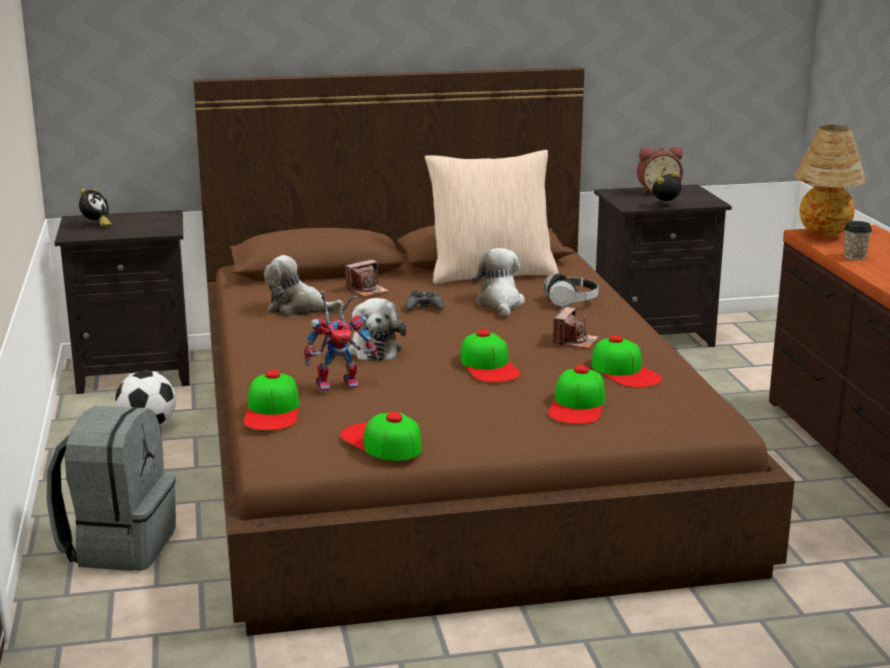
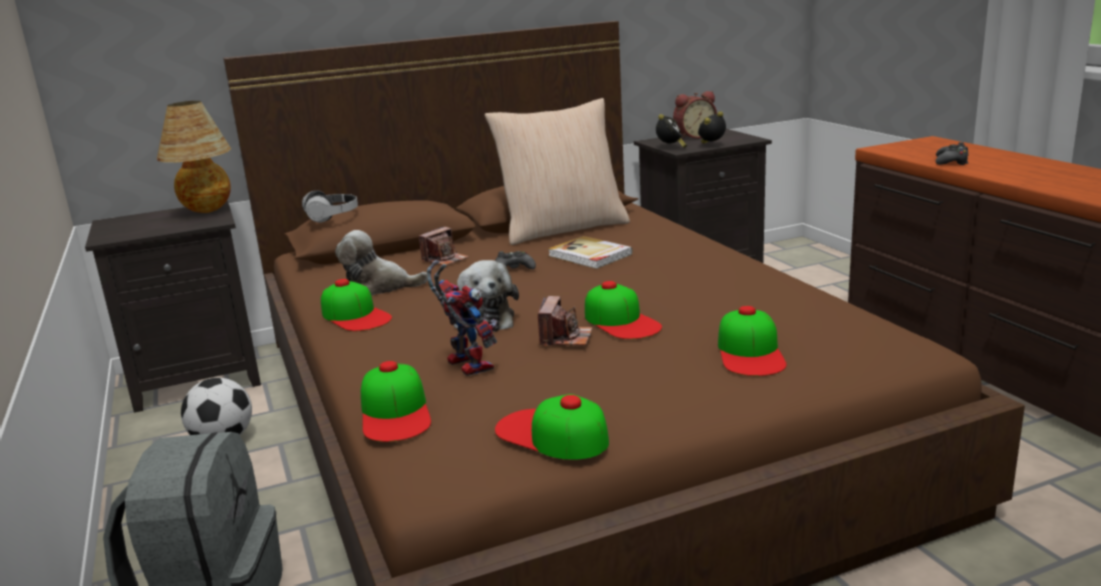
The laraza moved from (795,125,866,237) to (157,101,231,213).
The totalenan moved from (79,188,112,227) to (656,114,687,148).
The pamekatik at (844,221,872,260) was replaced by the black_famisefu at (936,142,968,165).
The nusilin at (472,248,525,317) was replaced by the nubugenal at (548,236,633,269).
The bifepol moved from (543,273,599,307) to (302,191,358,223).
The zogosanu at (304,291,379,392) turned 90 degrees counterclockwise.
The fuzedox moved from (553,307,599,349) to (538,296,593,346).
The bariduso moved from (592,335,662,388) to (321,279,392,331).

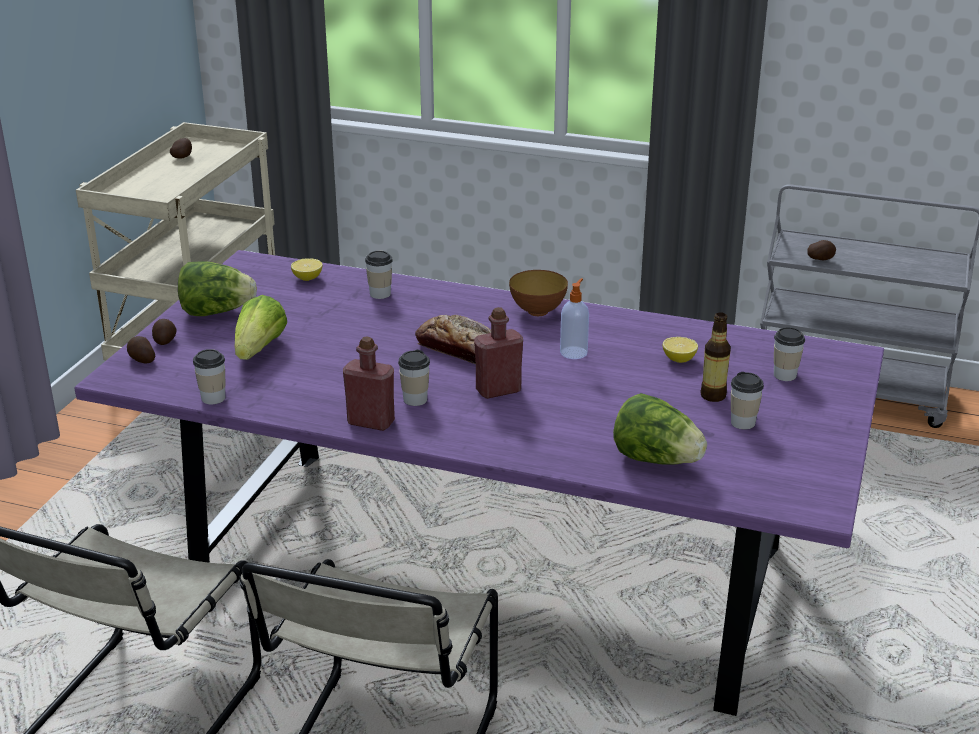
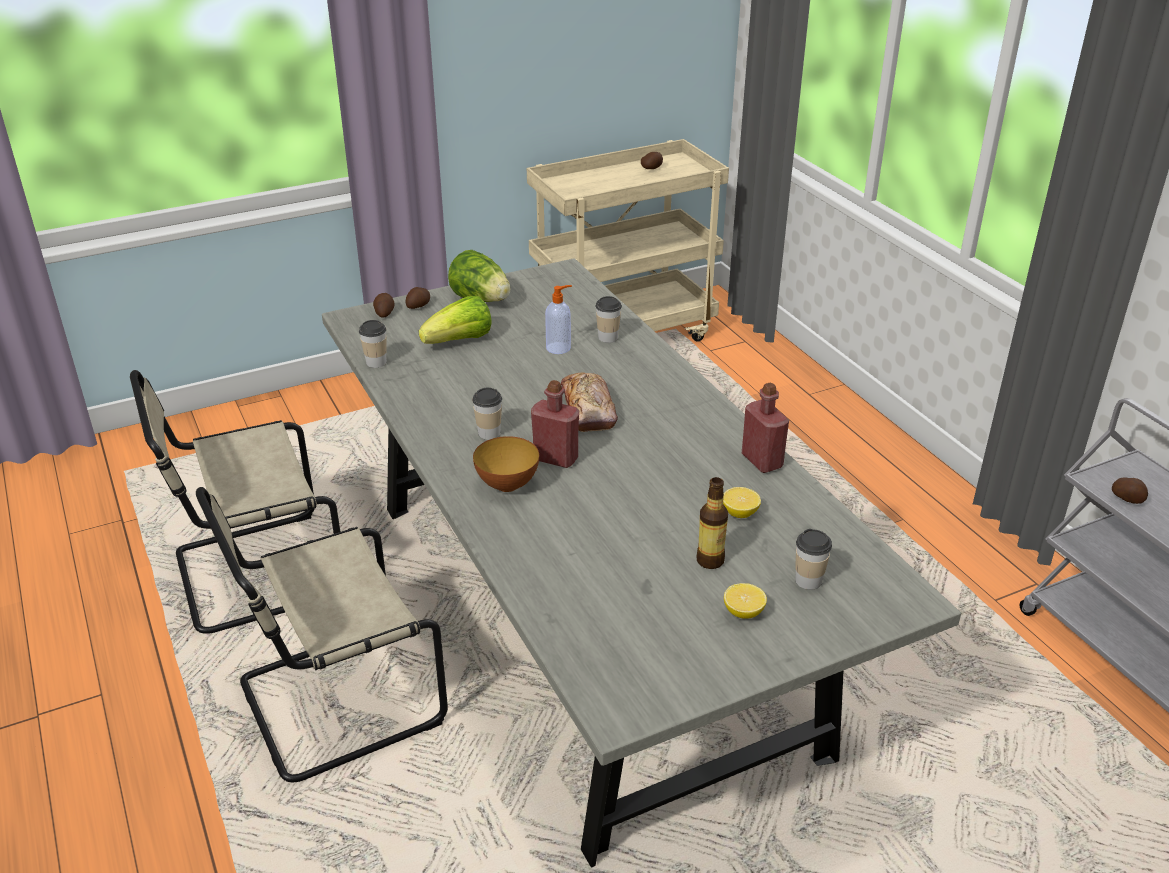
The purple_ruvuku at (74,250,884,716) became the grey_ruvuku at (322,258,961,868).
The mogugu moved from (291,258,323,281) to (724,583,767,619).
The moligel moved from (509,270,568,316) to (473,436,539,492).
The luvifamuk moved from (560,278,589,359) to (545,285,572,354).
The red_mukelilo moved from (343,337,395,431) to (742,383,789,473).
The pamekatik at (731,372,764,429) disappeared.
The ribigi at (613,393,707,465) disappeared.

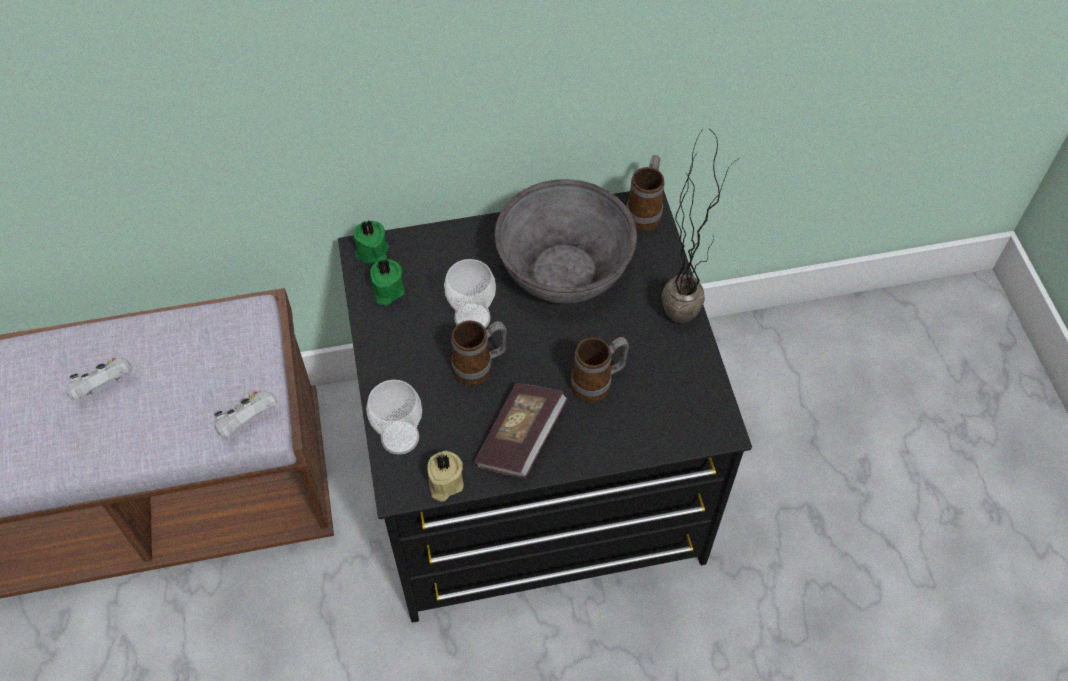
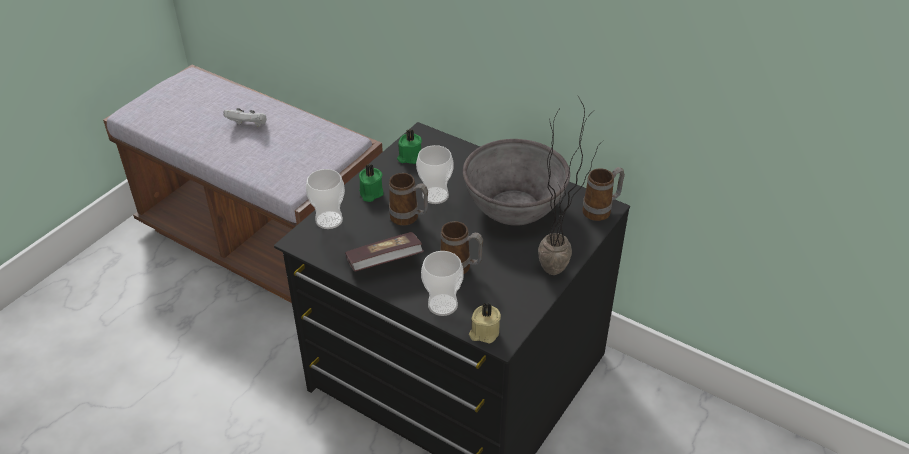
The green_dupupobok moved from (353,220,389,265) to (359,164,384,202).
The white_famisefu at (214,391,278,438) disappeared.
The beige_dupupobok moved from (427,451,464,502) to (469,302,501,343).
The pamekatik at (421,251,464,316) appeared.

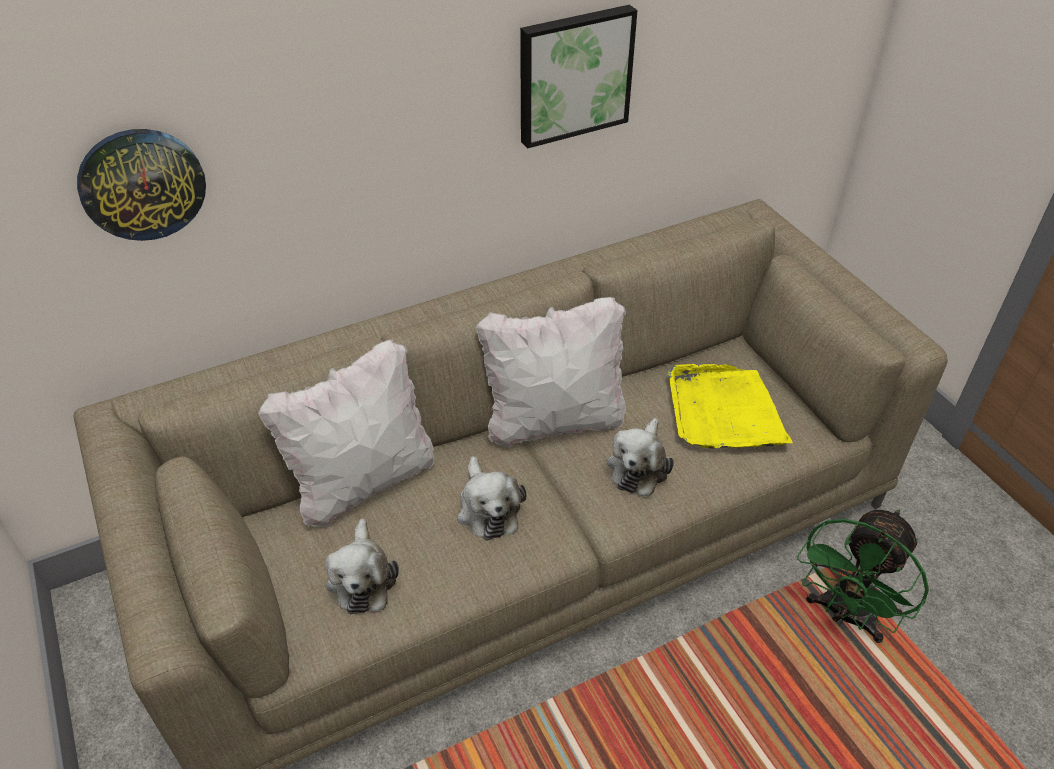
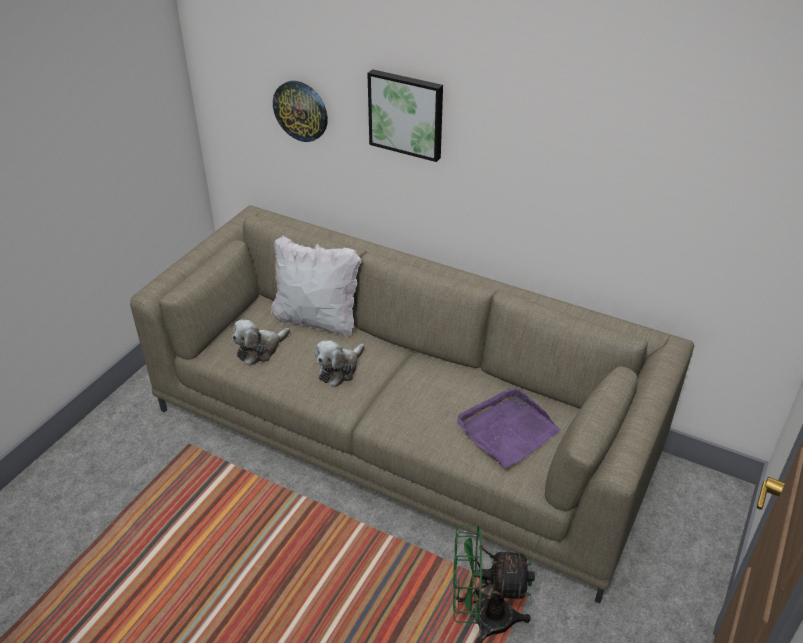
The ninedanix moved from (520,5,637,149) to (367,69,443,162).
The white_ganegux at (476,297,626,448) disappeared.
The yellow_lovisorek at (668,364,793,449) became the purple_lovisorek at (457,388,561,468).
The nusilin at (607,418,674,497) disappeared.

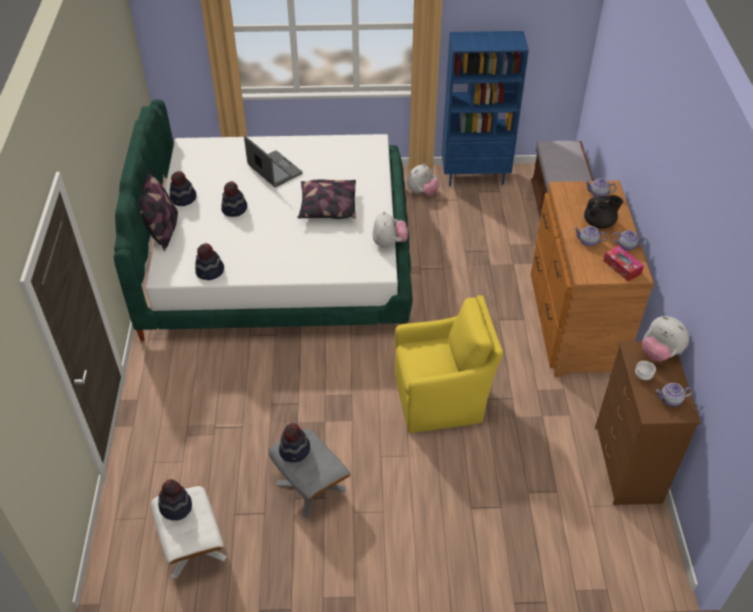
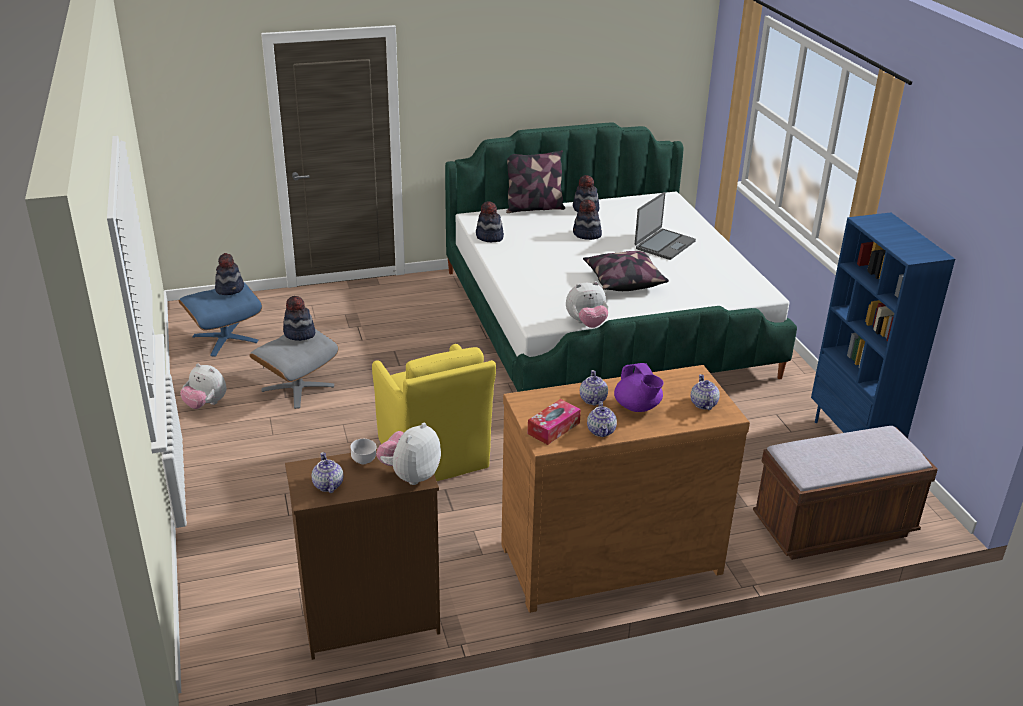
The nusilin moved from (407,163,439,196) to (180,363,226,409).
The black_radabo at (584,195,623,229) became the purple_radabo at (614,363,663,412).
The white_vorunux at (151,485,227,579) became the blue_vorunux at (178,282,262,357).

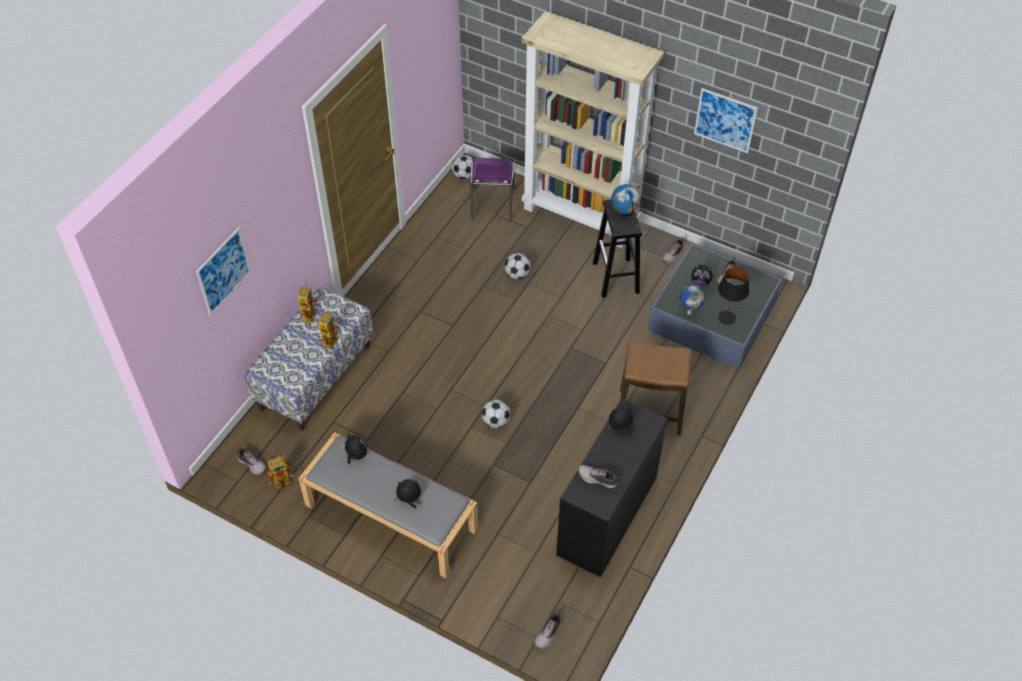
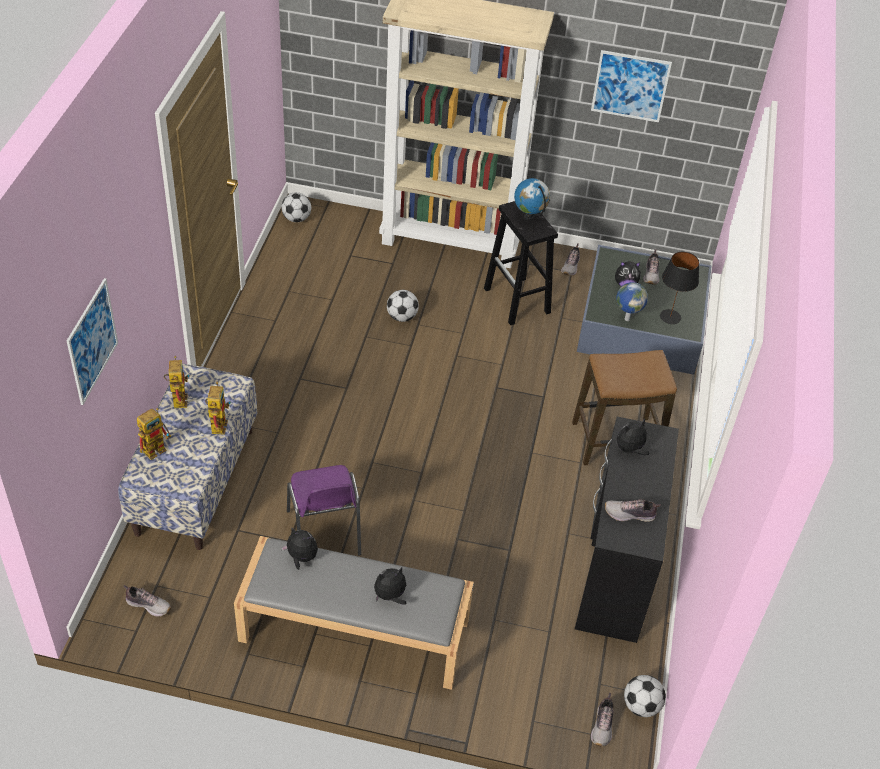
The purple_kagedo moved from (470,158,515,221) to (287,465,361,555).
The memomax moved from (482,399,510,428) to (624,675,666,717).
The zogosanu moved from (267,456,295,491) to (137,408,171,460).

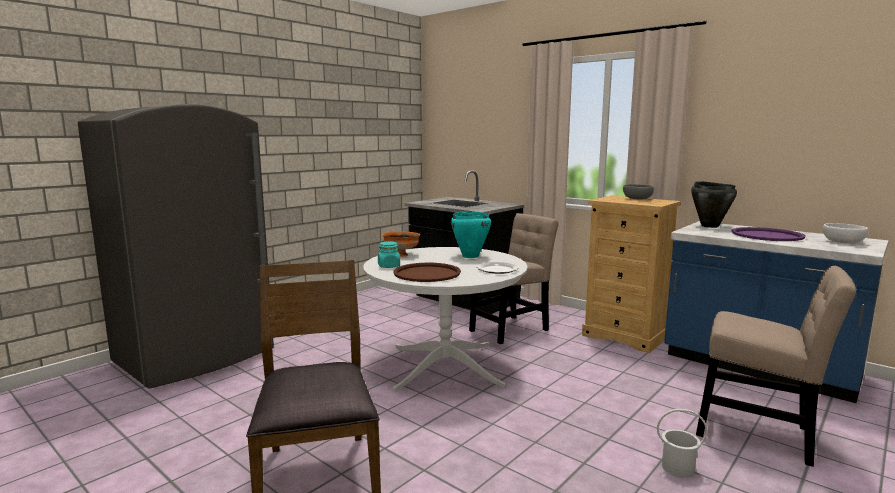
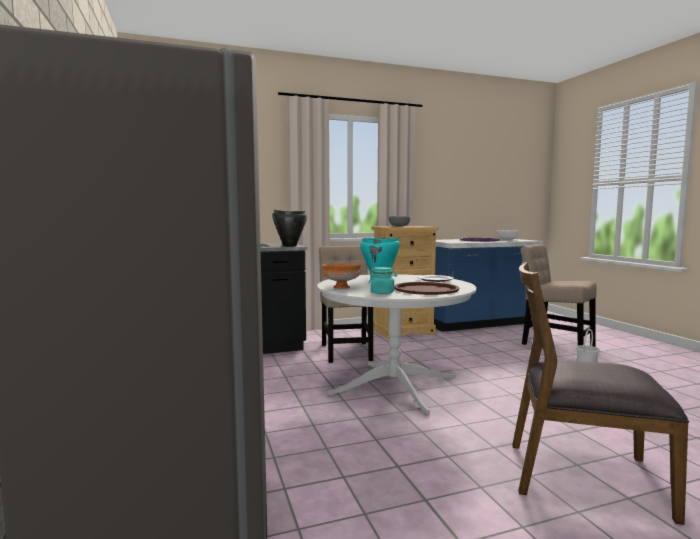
The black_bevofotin moved from (691,181,737,228) to (272,210,307,247).
The beige_kagedo at (696,265,856,467) turned 105 degrees counterclockwise.

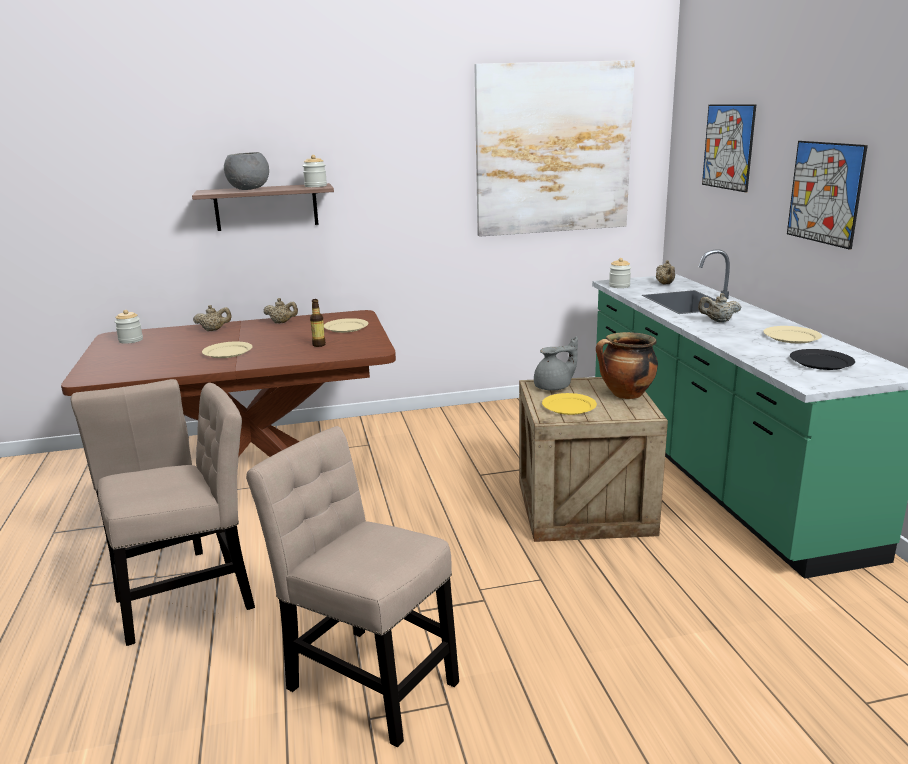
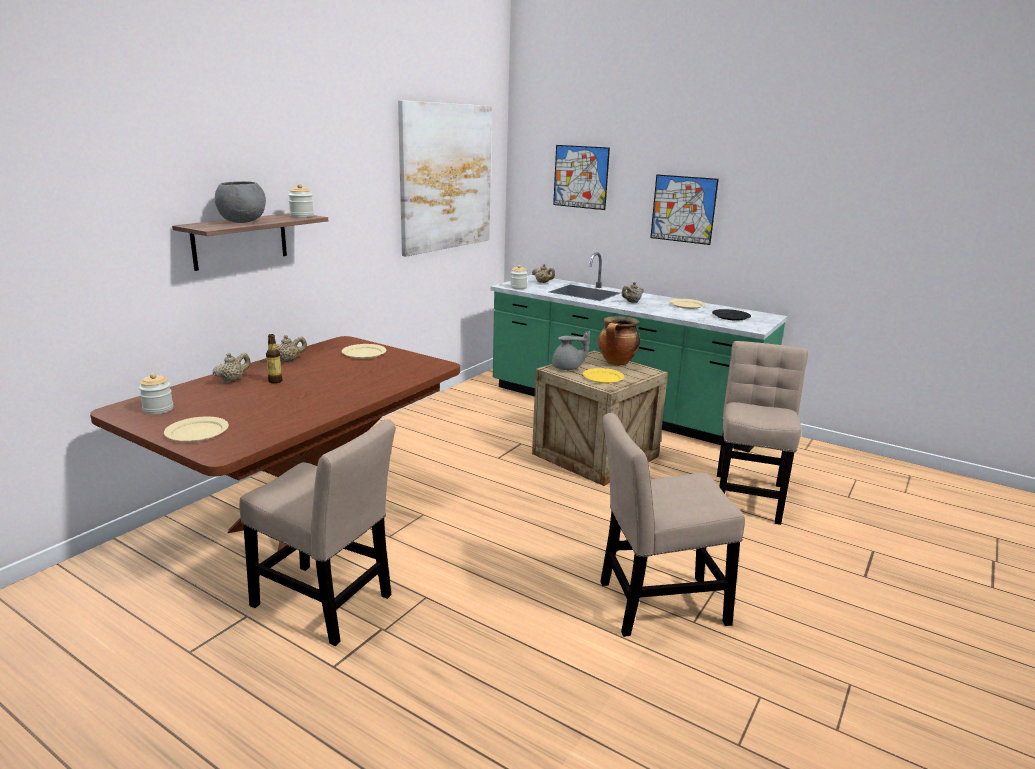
The mukelilo moved from (310,299,326,347) to (266,334,282,383).
The grey_radabo at (534,336,578,391) turned 60 degrees clockwise.
The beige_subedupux moved from (202,342,253,358) to (164,417,229,442).
The beige_kagedo moved from (98,383,255,646) to (717,341,808,525).

